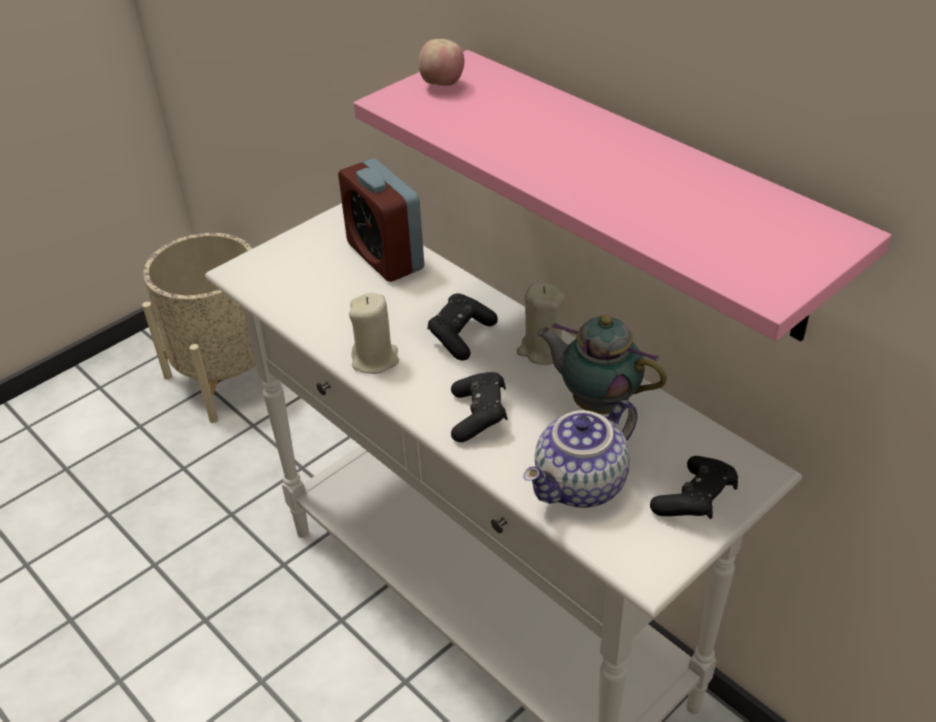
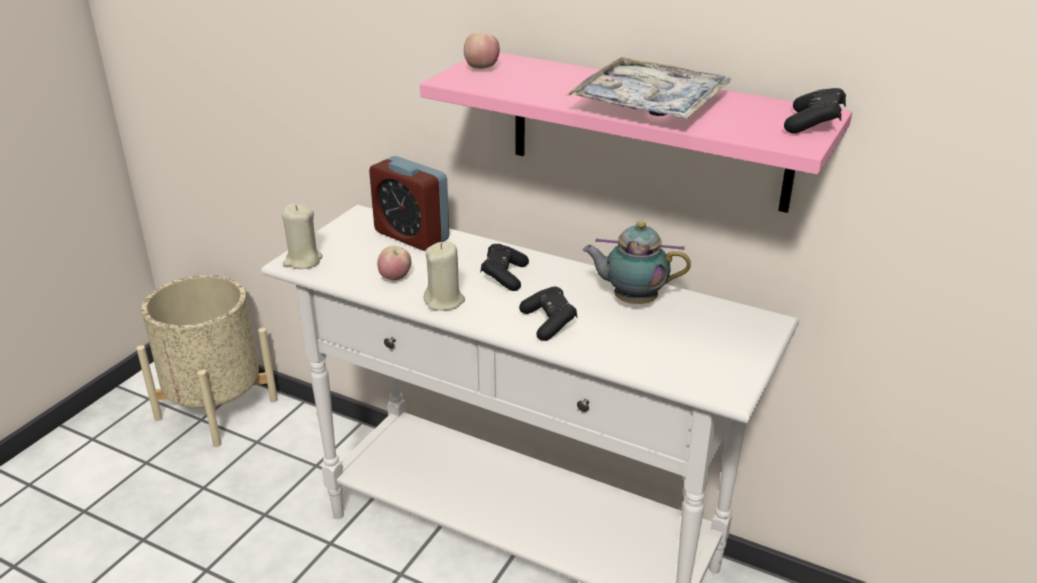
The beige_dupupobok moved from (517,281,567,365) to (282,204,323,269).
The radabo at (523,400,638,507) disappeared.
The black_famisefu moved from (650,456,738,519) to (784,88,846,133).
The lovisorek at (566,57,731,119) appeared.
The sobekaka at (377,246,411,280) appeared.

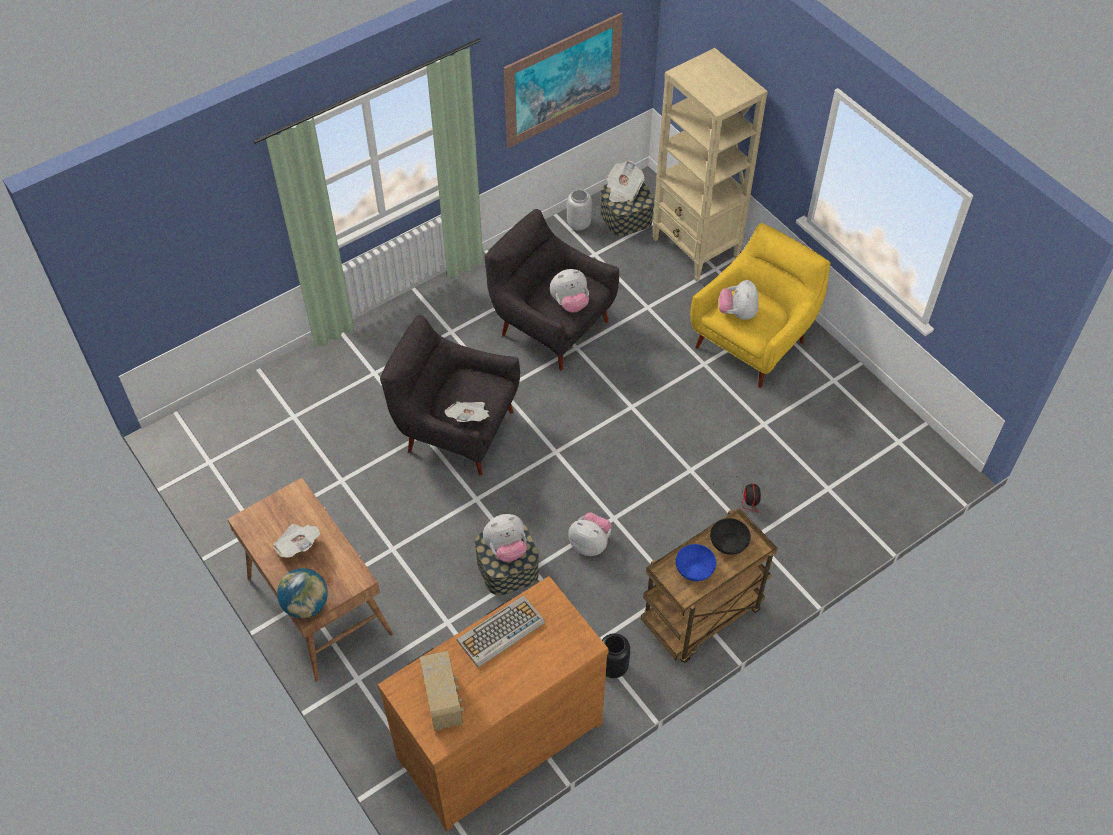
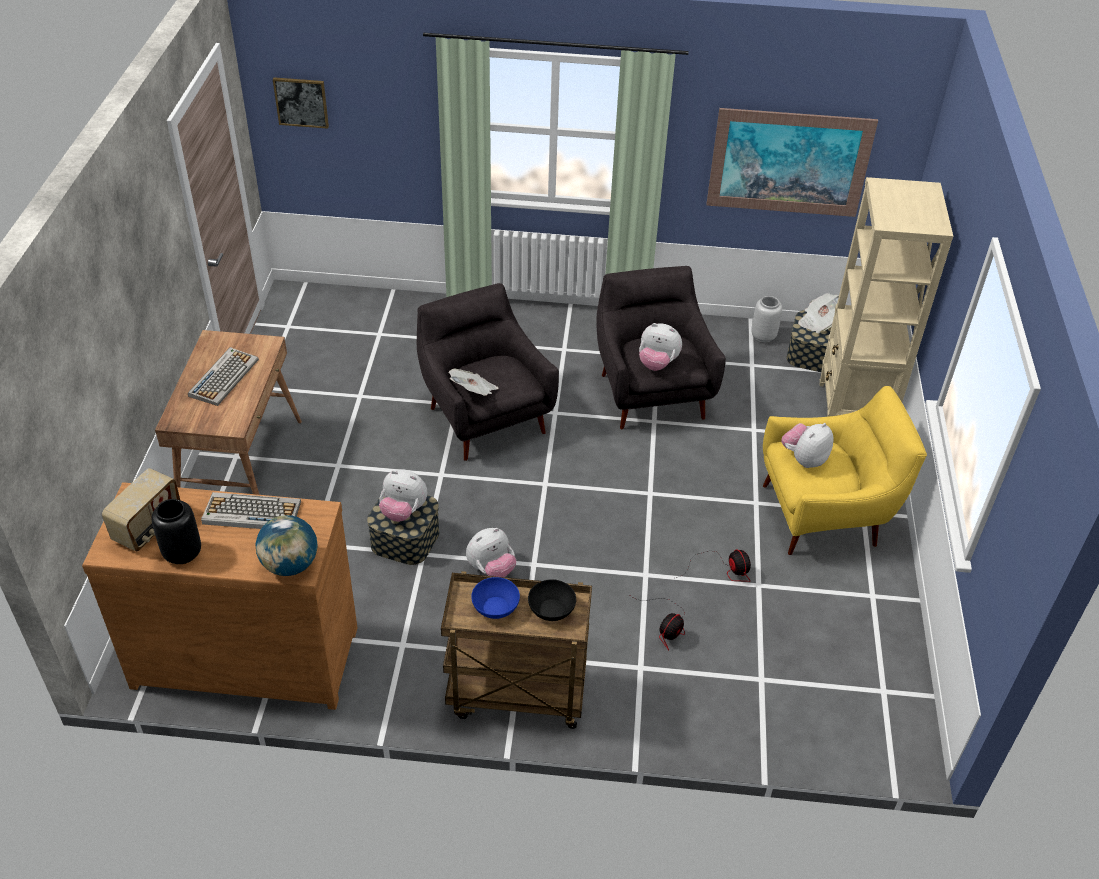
The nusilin at (568,513,612,556) turned 75 degrees clockwise.
The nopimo at (273,524,320,558) was replaced by the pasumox at (188,347,259,406).
The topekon moved from (277,568,328,618) to (256,515,318,576).
The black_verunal moved from (602,633,630,678) to (151,499,201,564).
The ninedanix at (273,77,329,129) appeared.
The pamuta at (676,549,751,582) appeared.

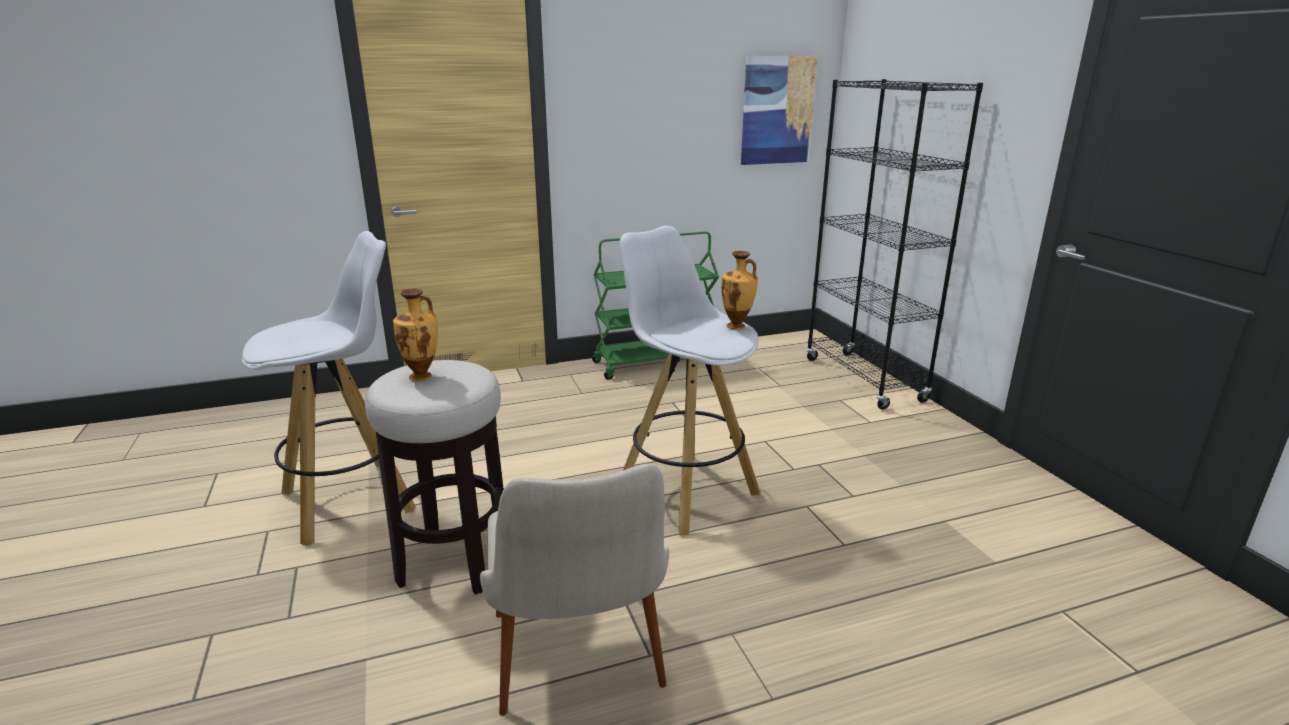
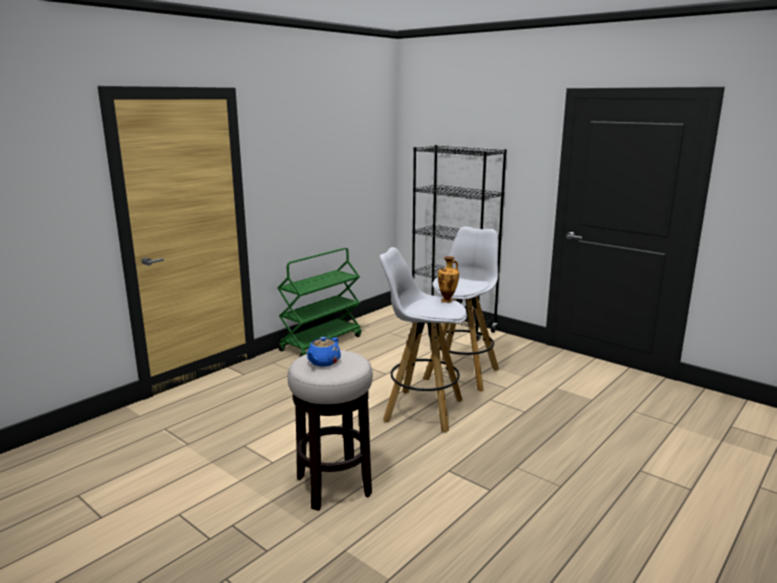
The ninedanix at (741,56,817,165) disappeared.
The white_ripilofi moved from (242,231,416,547) to (423,227,499,391).
The verunal at (393,288,438,381) was replaced by the blue_radabo at (307,337,341,367).
The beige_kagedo at (480,464,669,716) disappeared.

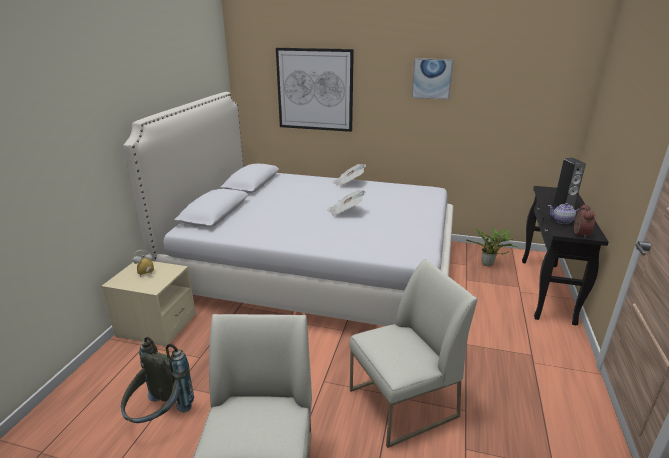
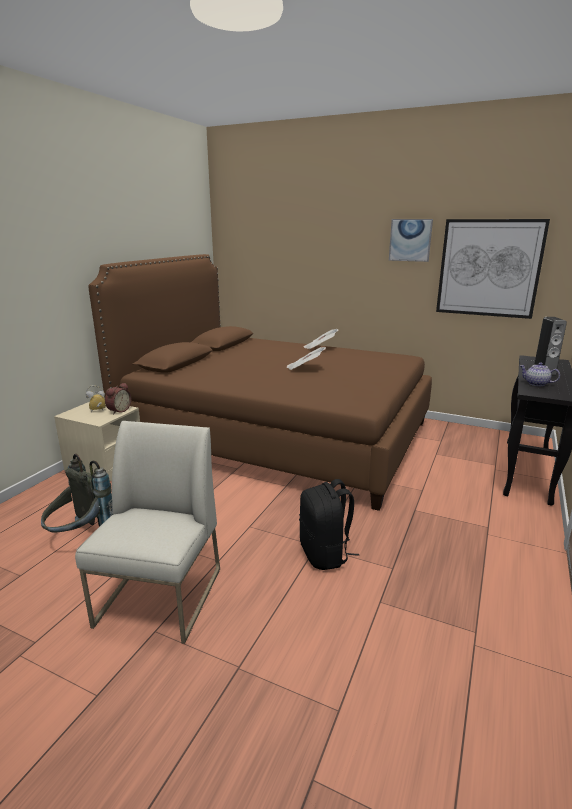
The ninedanix moved from (276,48,354,132) to (436,219,550,319).
The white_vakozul at (123,92,453,326) became the brown_vakozul at (88,254,432,511).
The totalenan moved from (574,204,595,238) to (105,383,131,414).
The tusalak at (466,228,520,266) disappeared.
The white_kagedo at (349,259,477,448) was replaced by the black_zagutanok at (299,479,359,570).

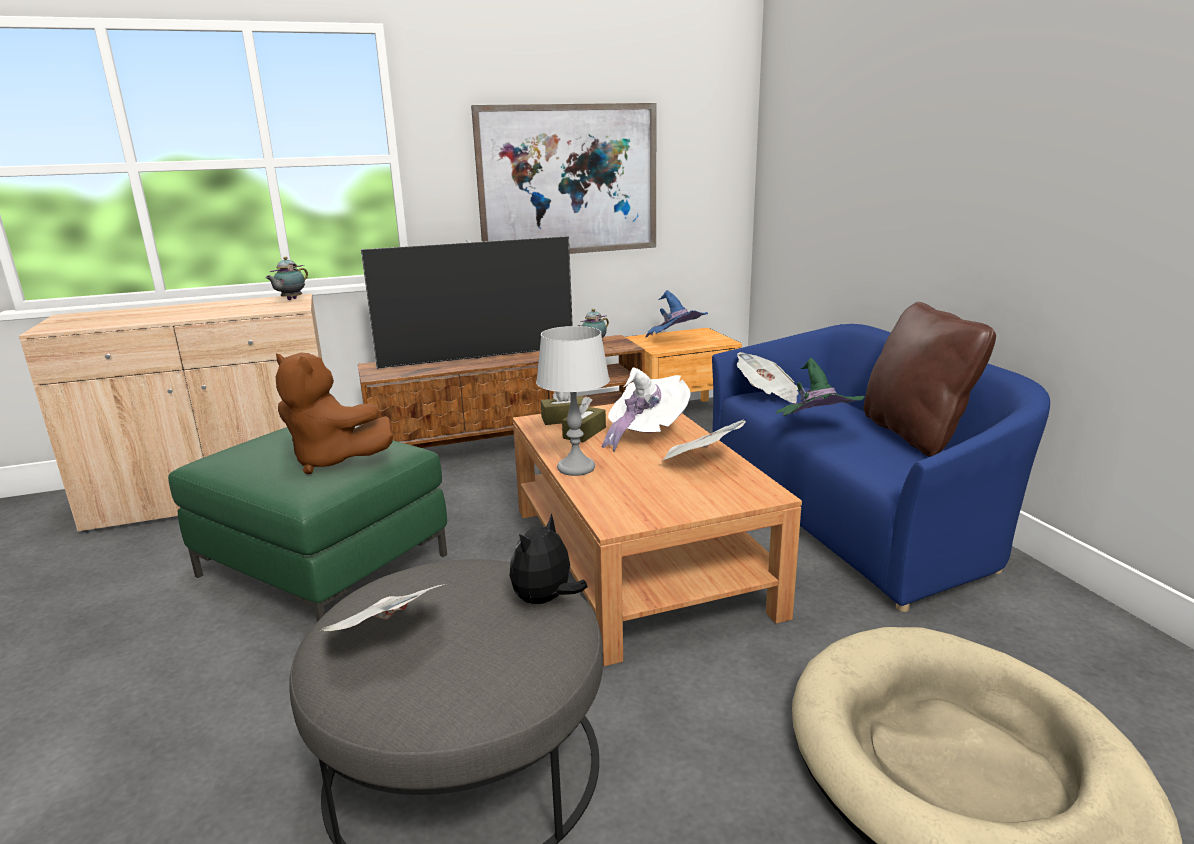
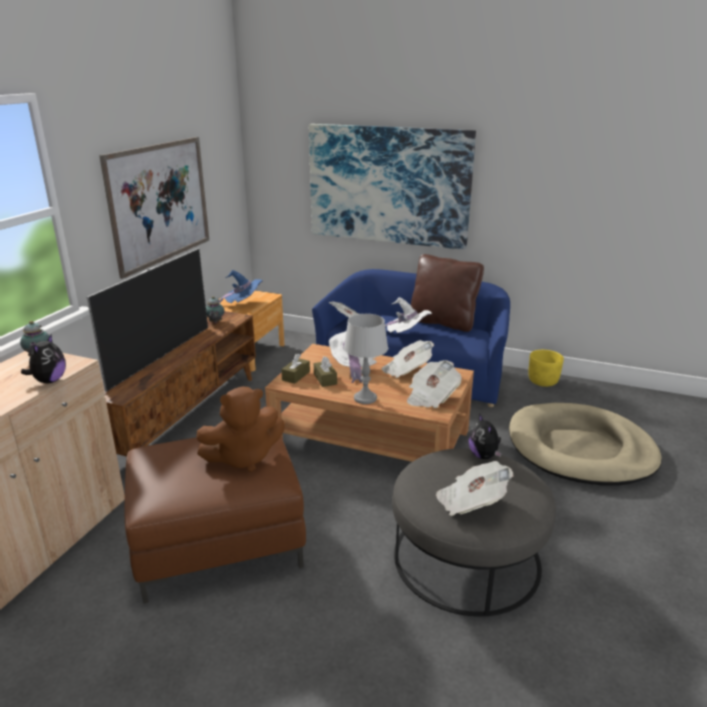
The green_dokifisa at (776,358,865,417) became the white_dokifisa at (385,297,432,333).
The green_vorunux at (168,427,447,622) became the brown_vorunux at (125,437,306,604).
The ninedanix at (309,124,476,250) appeared.
The nusilin at (21,334,66,383) appeared.
The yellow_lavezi at (528,350,564,387) appeared.
The nopimo at (407,360,461,408) appeared.

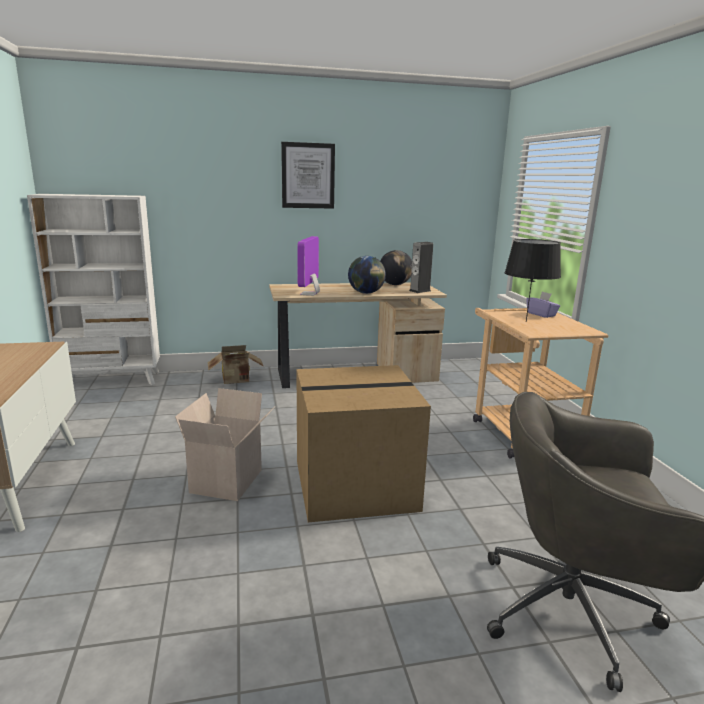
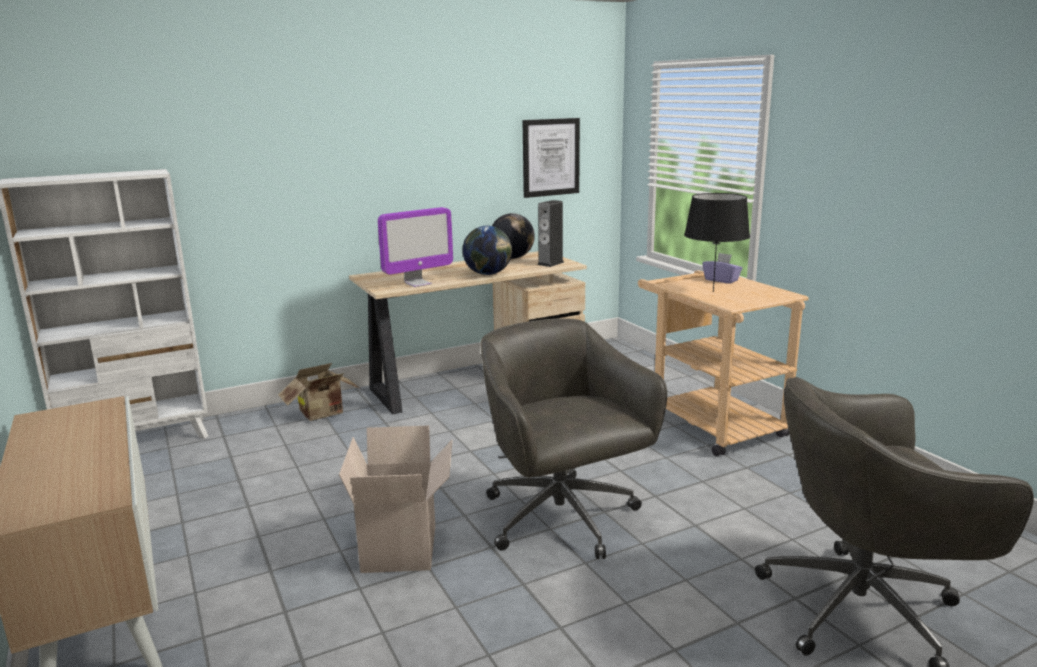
The ninedanix moved from (281,142,335,209) to (523,118,580,198).
The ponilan at (297,236,320,296) turned 120 degrees counterclockwise.
The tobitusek at (296,365,431,522) was replaced by the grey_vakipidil at (480,318,667,559).

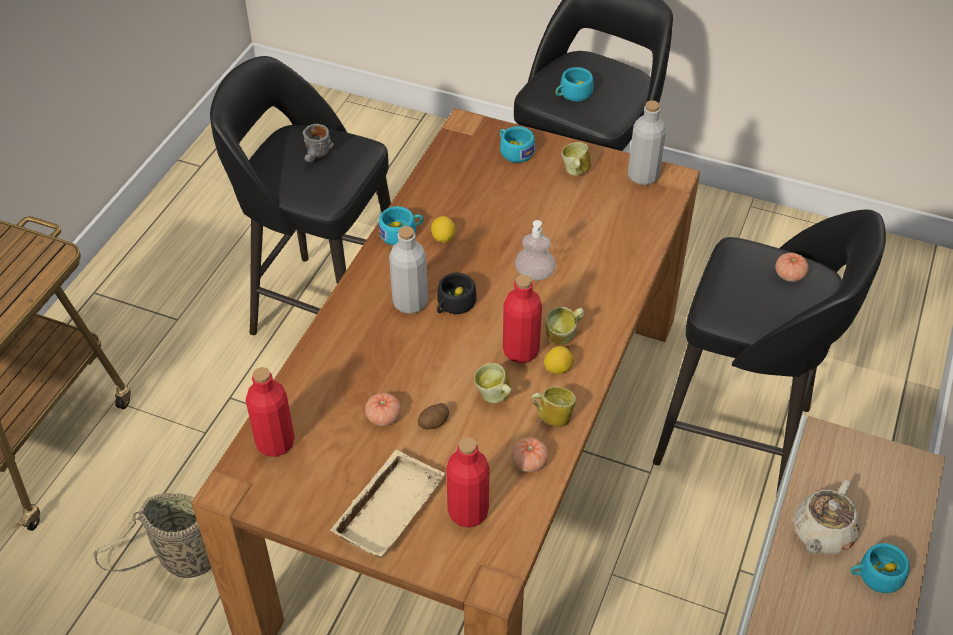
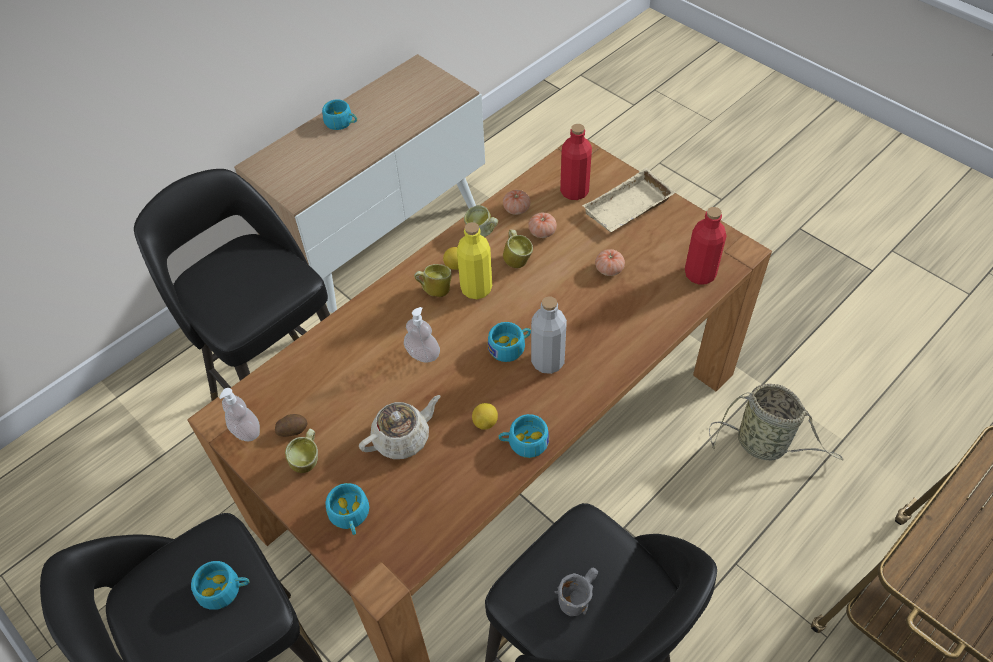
The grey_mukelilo at (628,100,666,185) was replaced by the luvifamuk at (219,388,260,442).
The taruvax moved from (775,253,808,282) to (528,212,557,238).
The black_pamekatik at (437,273,477,314) became the turquoise_pamekatik at (488,322,531,362).
The red_mukelilo at (503,274,542,363) became the yellow_mukelilo at (457,222,492,299).
The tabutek moved from (418,403,449,429) to (275,414,308,437).
The beige_radabo moved from (793,480,860,554) to (359,395,441,459).

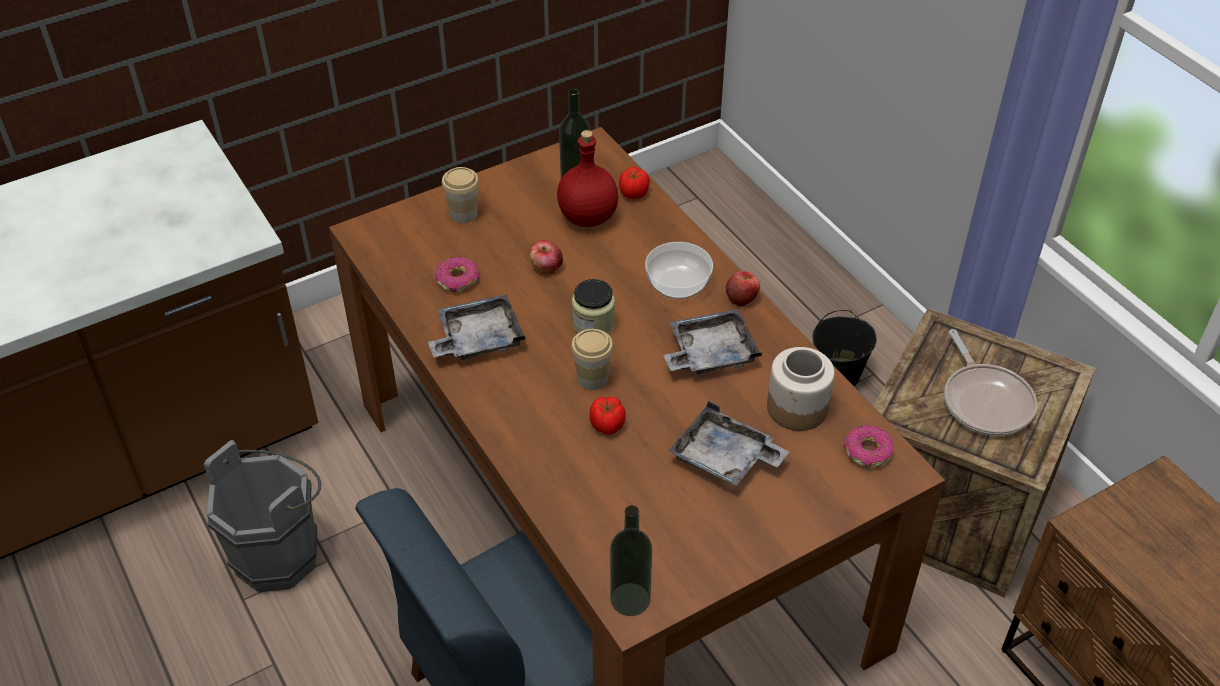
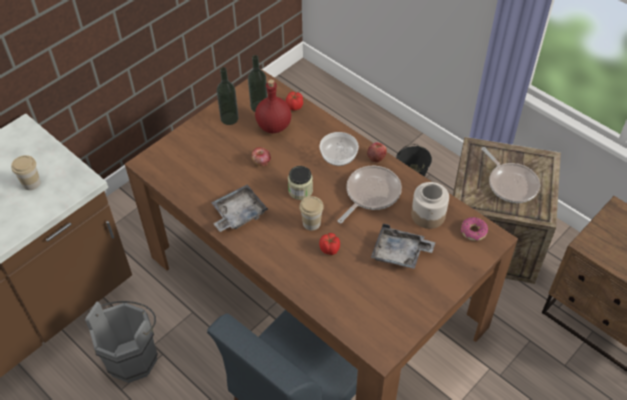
The pamekatik moved from (442,167,479,223) to (11,155,41,190).
The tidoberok at (435,257,479,293) disappeared.
The grey_lovisorek at (663,309,762,375) was replaced by the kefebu at (337,166,402,223).
The mukelilo moved from (610,505,652,616) to (217,67,239,125).

